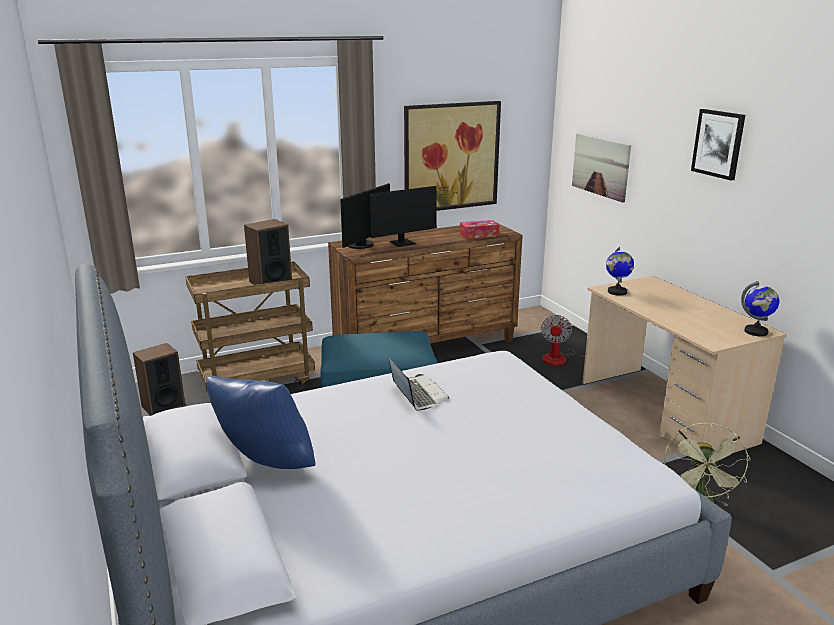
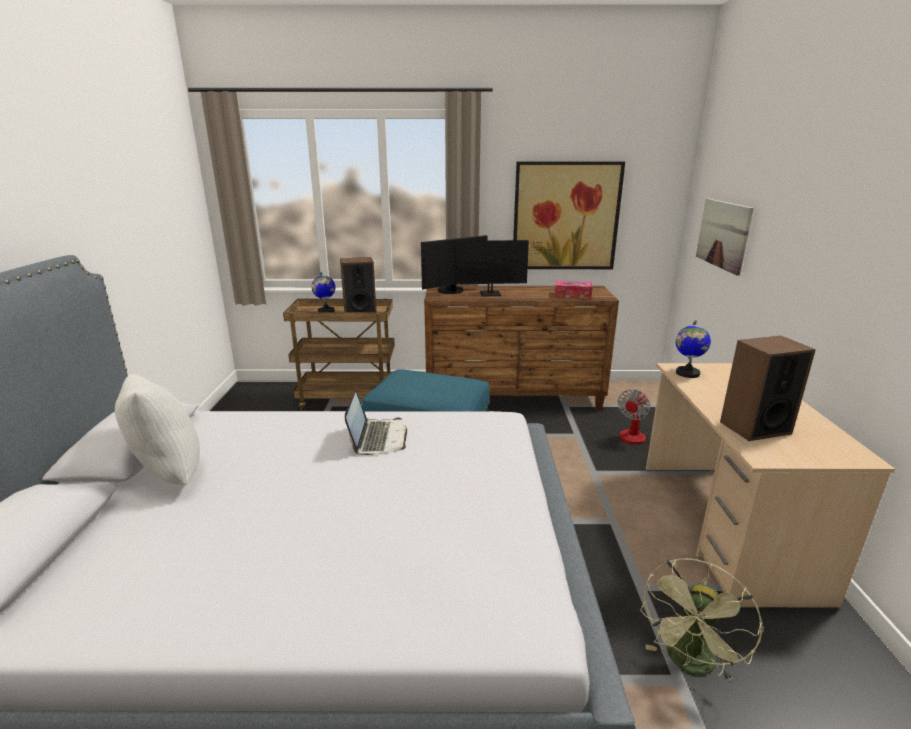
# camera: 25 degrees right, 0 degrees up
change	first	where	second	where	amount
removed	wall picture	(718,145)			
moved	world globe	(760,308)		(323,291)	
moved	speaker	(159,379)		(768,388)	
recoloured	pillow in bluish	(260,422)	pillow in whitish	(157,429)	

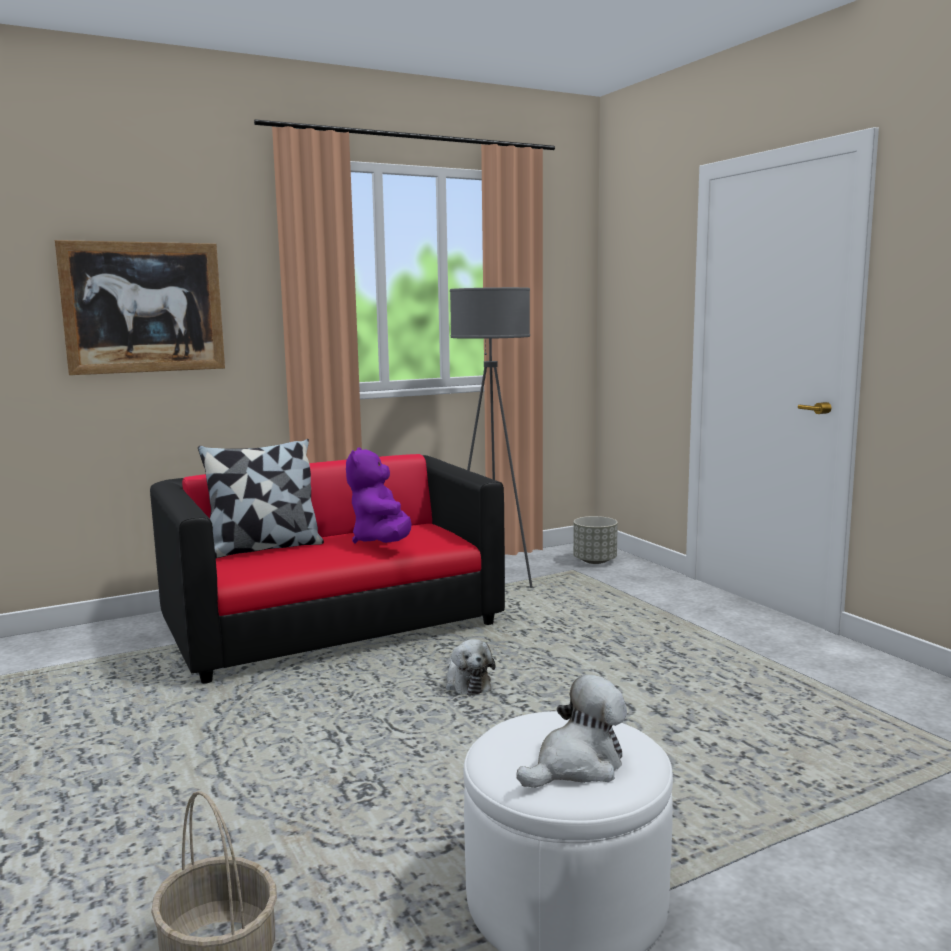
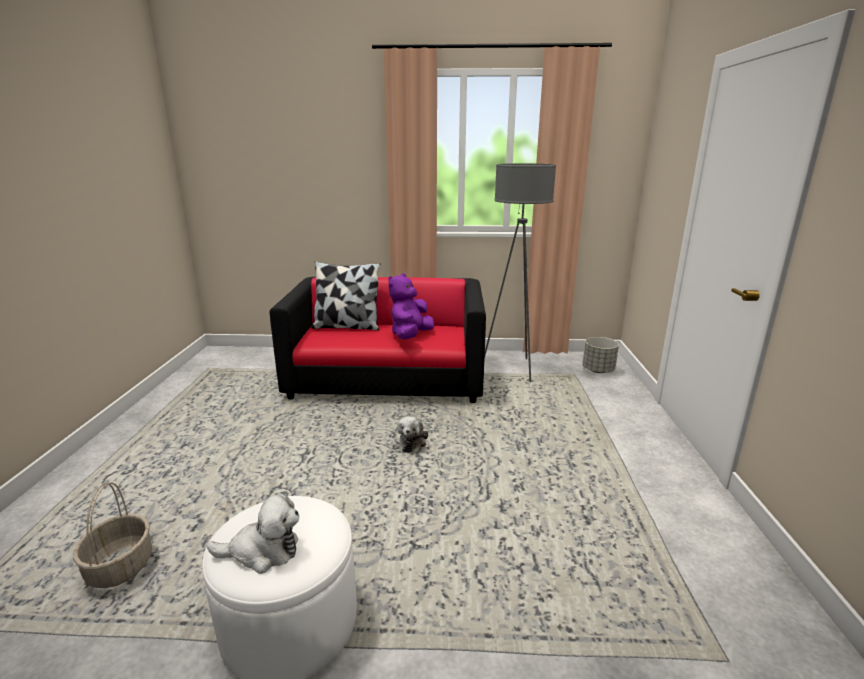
# camera: 30 degrees right, 10 degrees up
change	first	where	second	where	amount
removed	wall picture	(140,307)			

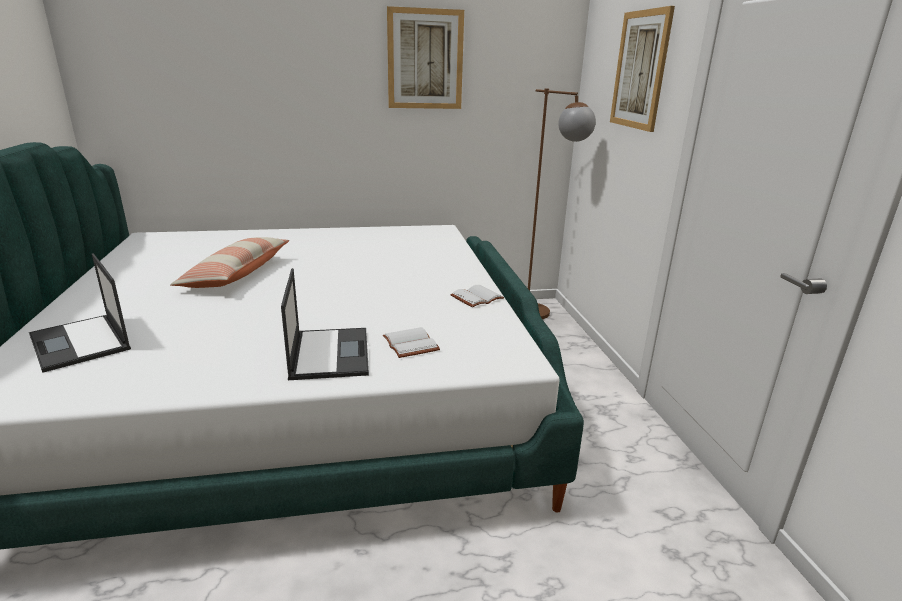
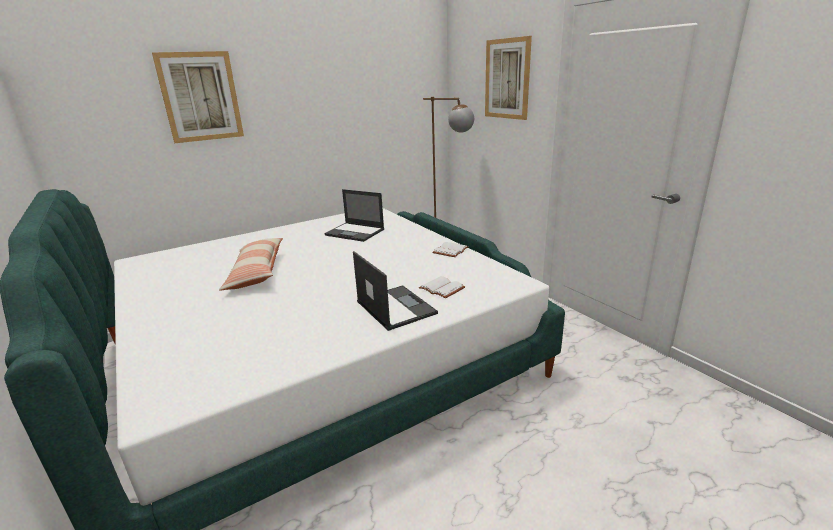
# camera: 20 degrees left, 0 degrees up
change	first	where	second	where	amount
moved	wall picture	(425,57)		(198,97)	
moved	notebook computer	(80,313)		(354,215)	

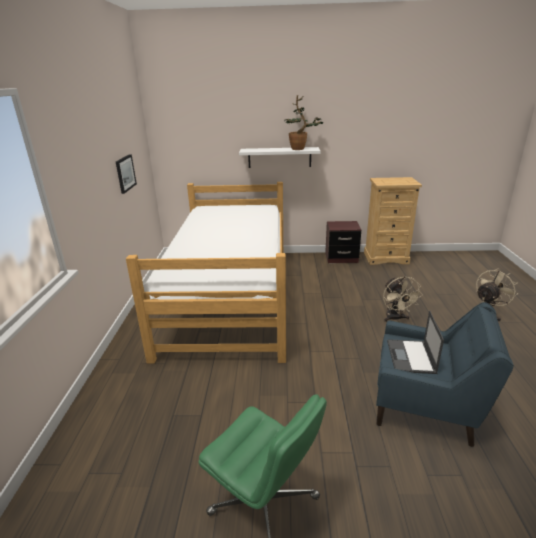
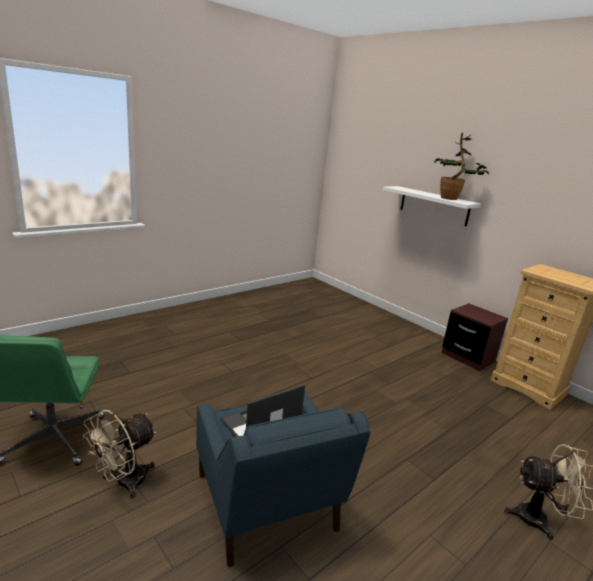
# camera: 45 degrees right, 5 degrees down
change	first	where	second	where	amount
removed	wall picture	(126,174)			
removed	bedroom bed	(206,273)			
moved	electric fan in beige	(403,299)		(119,454)	

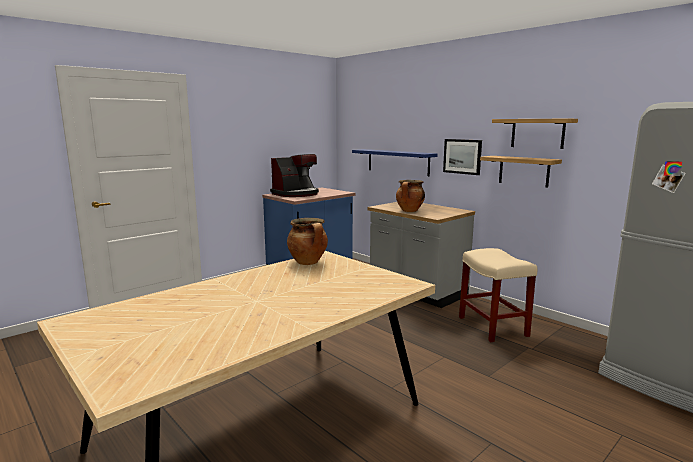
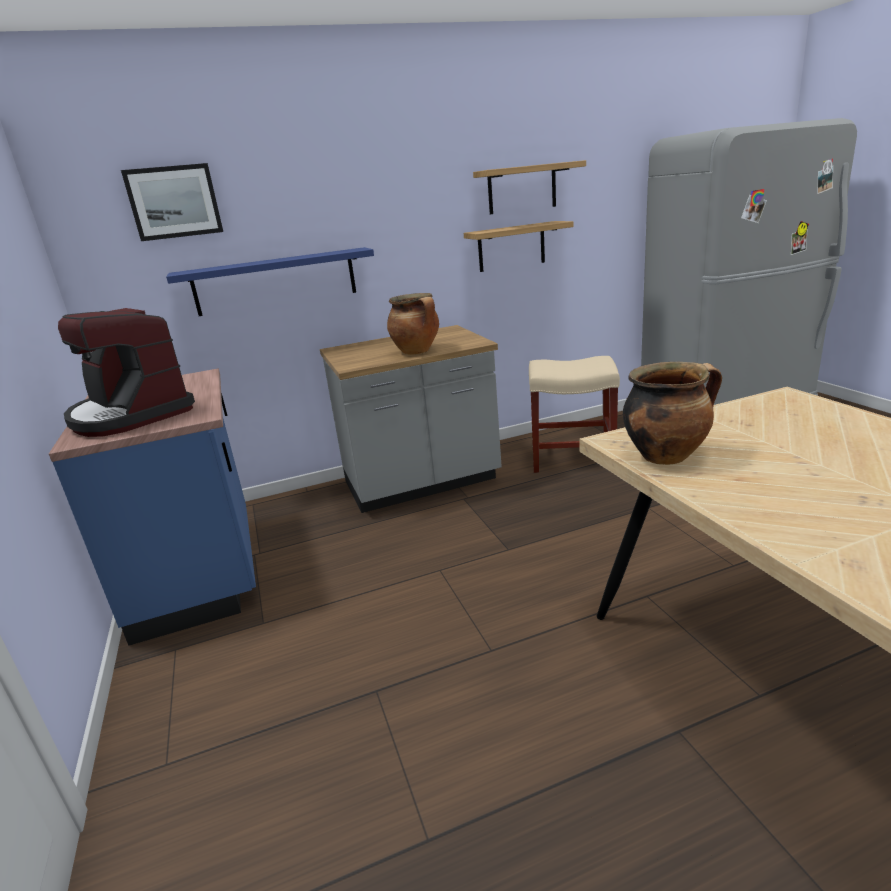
# camera: 65 degrees left, 10 degrees up
change	first	where	second	where	amount
moved	wall picture	(462,157)		(172,202)	
turned	coffee brewer	(294,175)		(126,372)	150 degrees clockwise

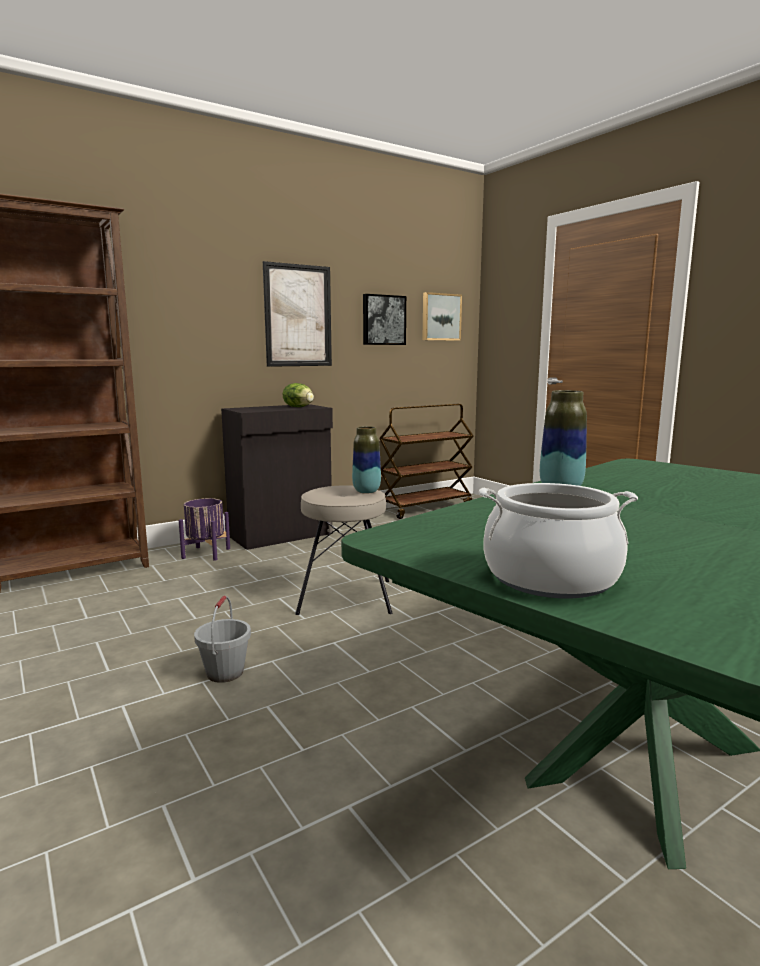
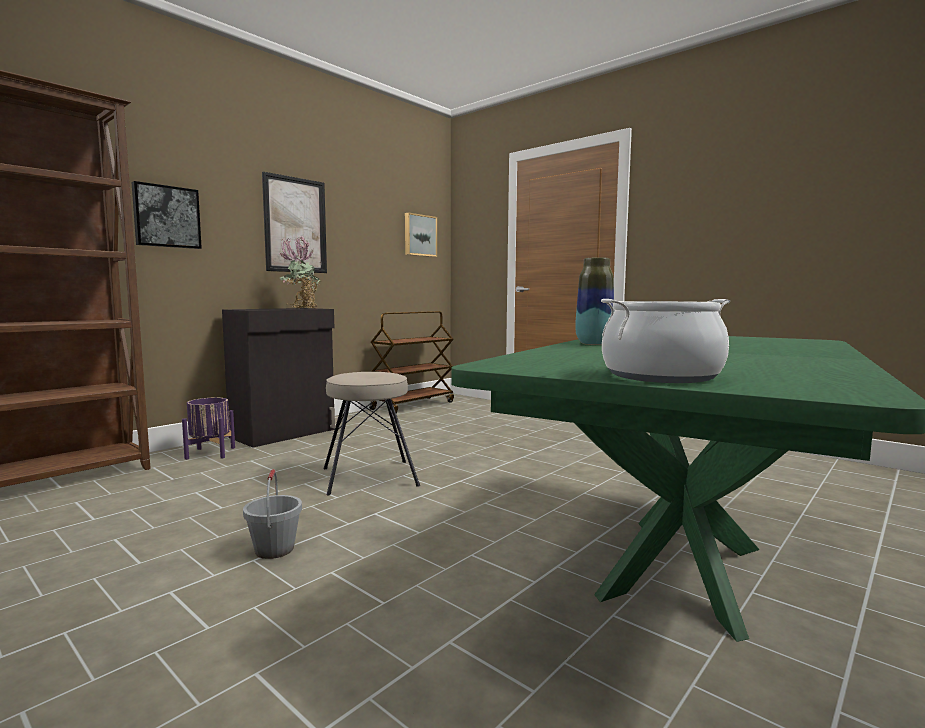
# camera: 15 degrees left, 5 degrees down
change	first	where	second	where	amount
moved	wall picture	(384,319)		(167,215)	
replaced	lettuce	(298,395)	houseplant	(300,272)	
removed	vase	(366,459)			

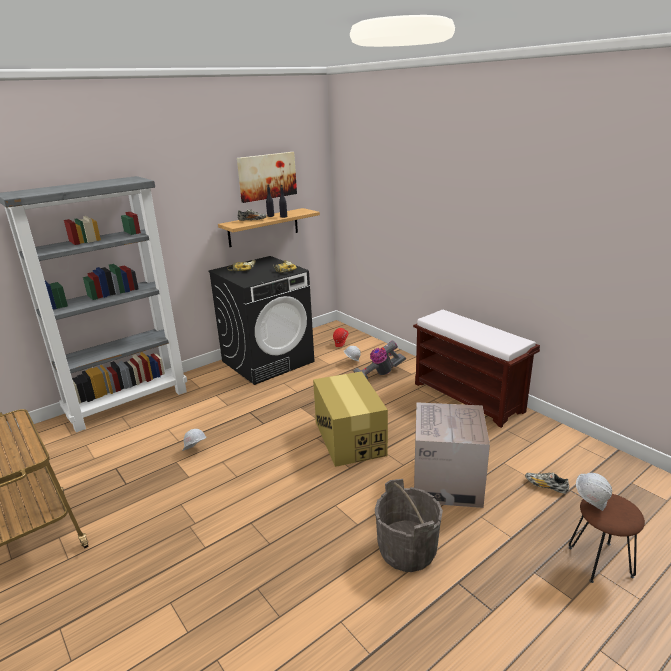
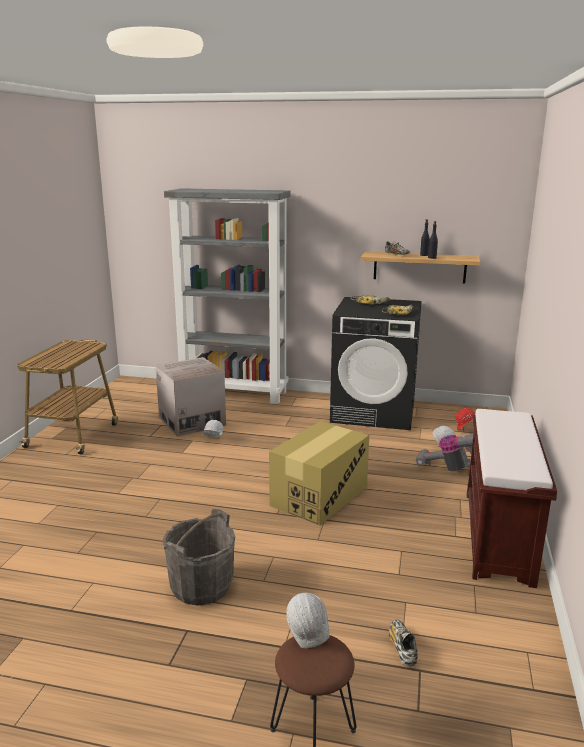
# camera: 50 degrees right, 5 degrees down
change	first	where	second	where	amount
removed	wall picture	(267,177)			
moved	packing box	(452,455)		(190,397)	

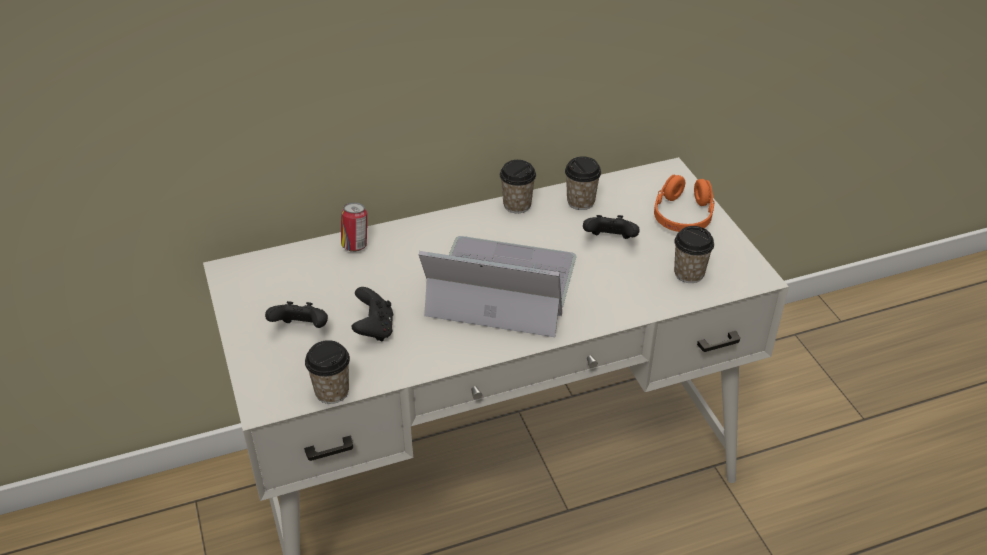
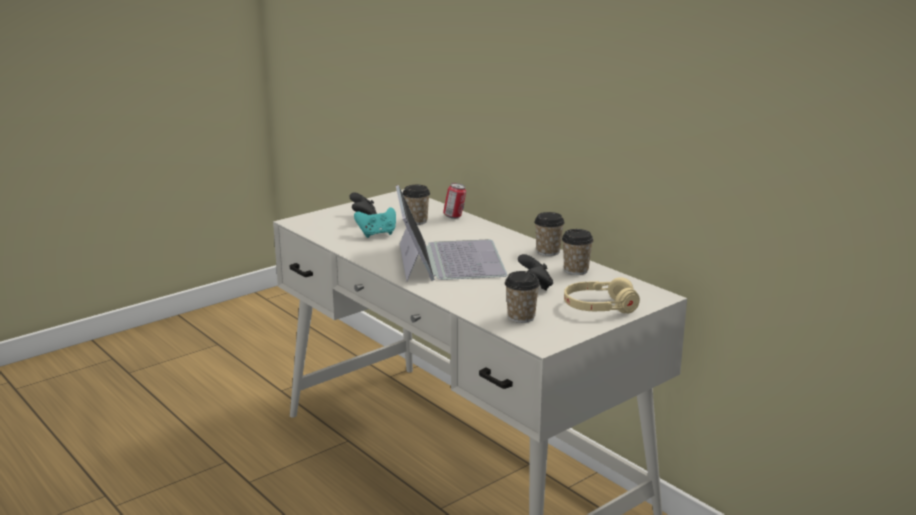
# camera: 70 degrees right, 20 degrees down
change	first	where	second	where	amount
recoloured	headset in orange-coloured	(684,203)	headset in beige	(602,295)	
recoloured	game controller in black	(372,314)	game controller in turquoise	(375,222)	
moved	cup	(327,372)		(416,205)	

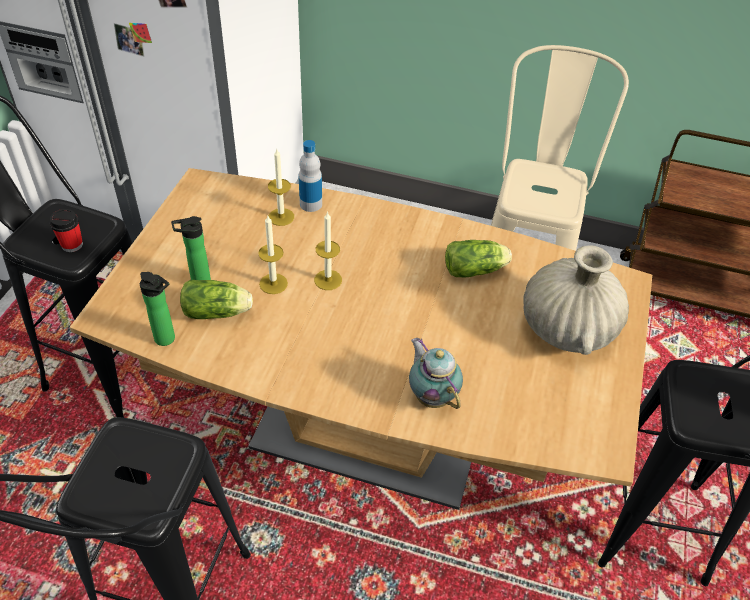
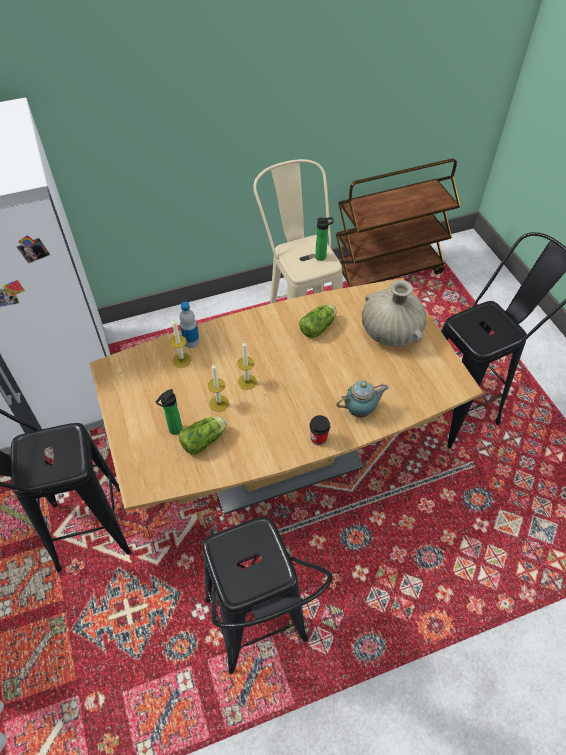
# camera: 35 degrees left, 5 degrees up
change	first	where	second	where	amount
moved	cup	(66,230)		(319,430)	
moved	beverage bottle	(157,309)		(324,239)	
turned	tea pot	(436,373)		(362,399)	135 degrees clockwise

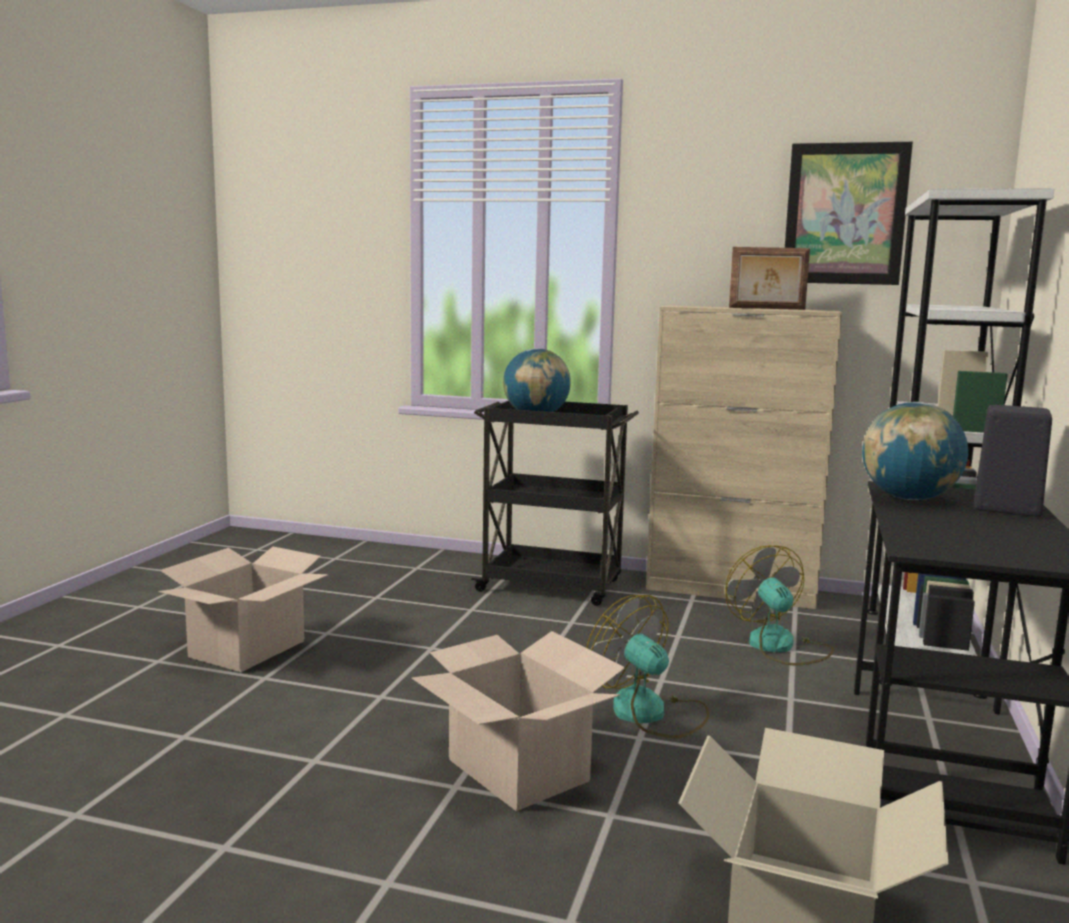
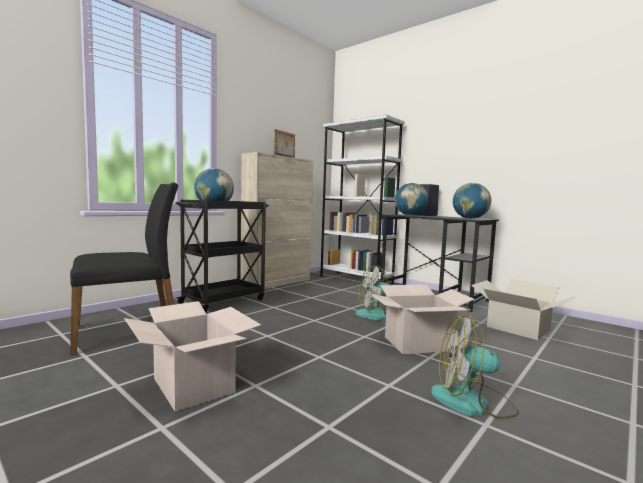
# camera: 65 degrees left, 5 degrees down
change	first	where	second	where	amount
removed	wall picture	(849,213)			
moved	electric fan	(779,605)		(475,367)	
added			chair in black	(124,269)	
added			world globe	(472,201)	

